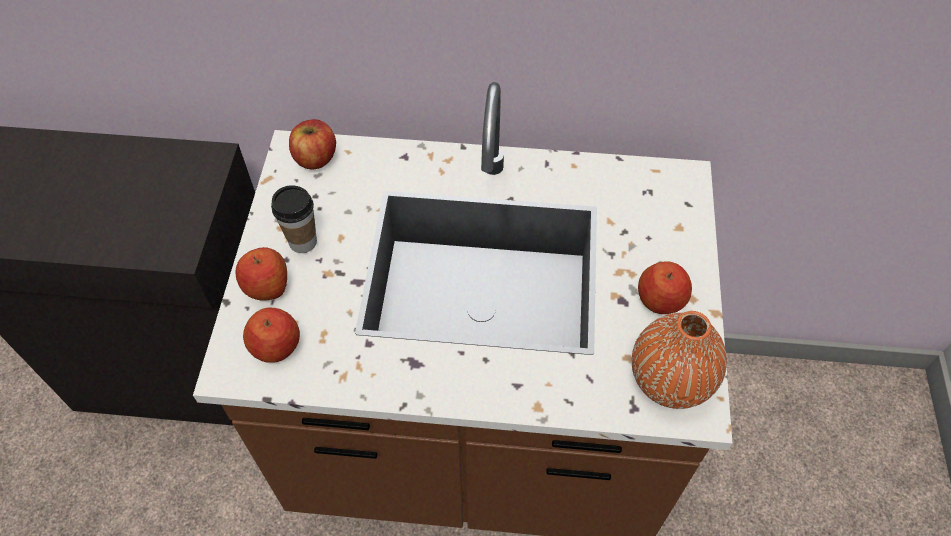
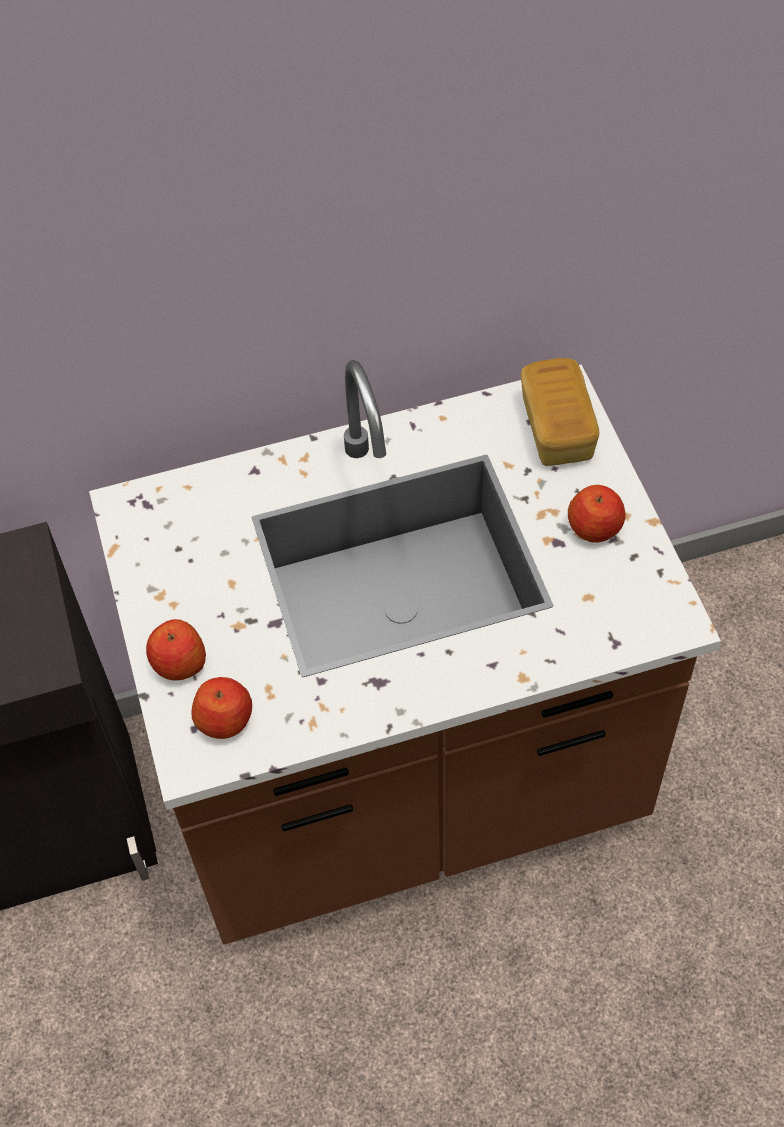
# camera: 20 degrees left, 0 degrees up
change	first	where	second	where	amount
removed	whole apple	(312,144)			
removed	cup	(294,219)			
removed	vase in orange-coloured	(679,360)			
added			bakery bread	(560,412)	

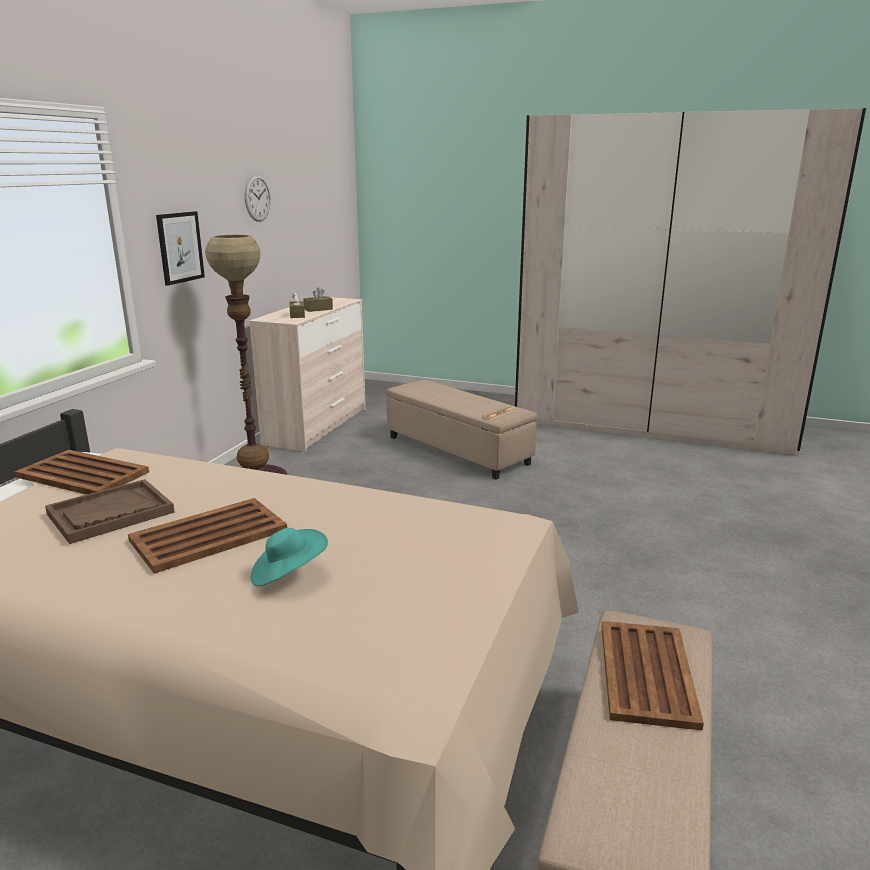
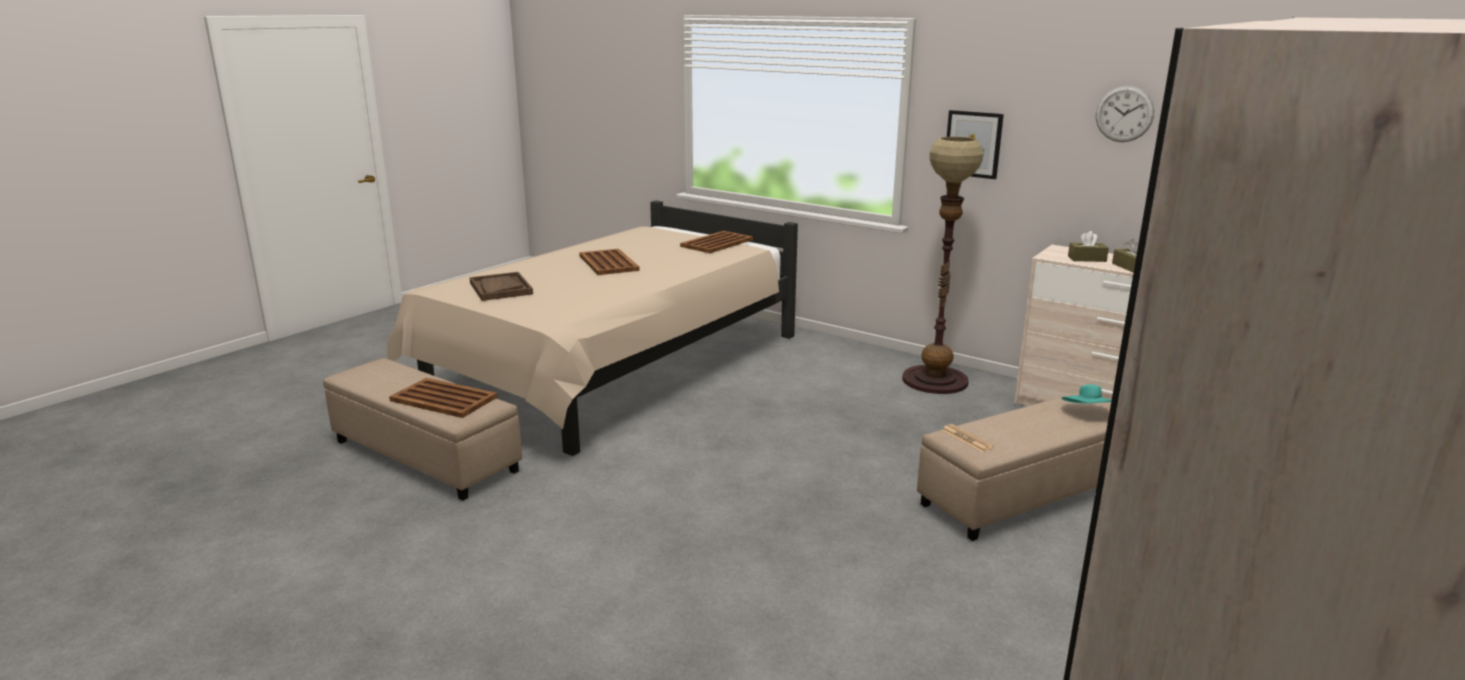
# camera: 105 degrees right, 0 degrees up
change	first	where	second	where	amount
moved	tray in brown-coloured	(109,511)		(501,286)	
moved	clothing hat in turquoise	(289,557)		(1086,394)	

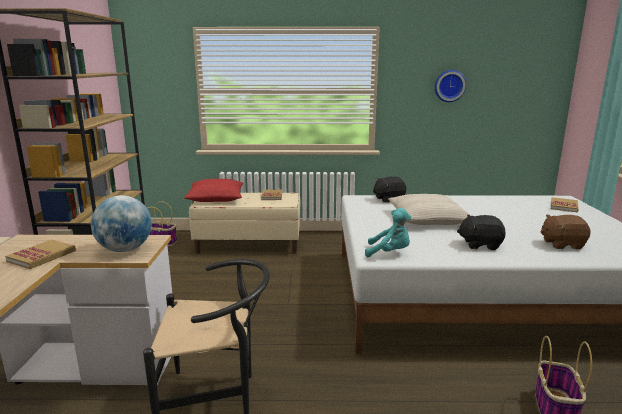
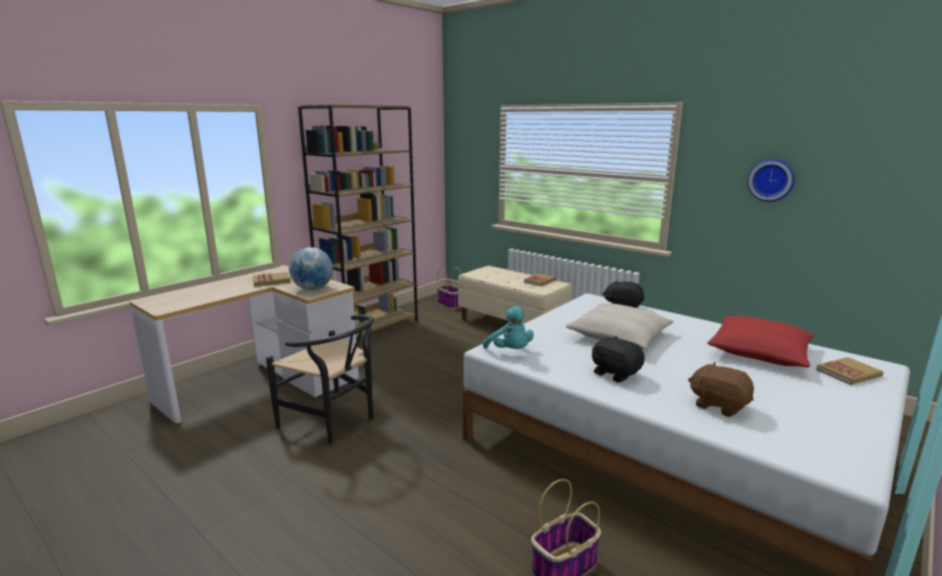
# camera: 40 degrees right, 0 degrees up
change	first	where	second	where	amount
moved	pillow in red	(213,190)		(760,341)	

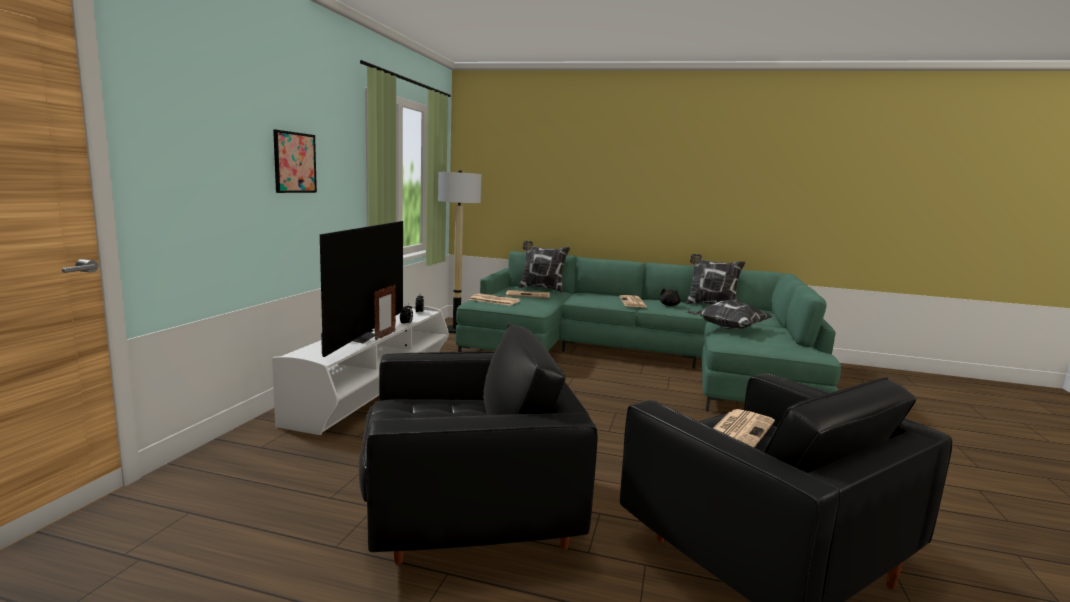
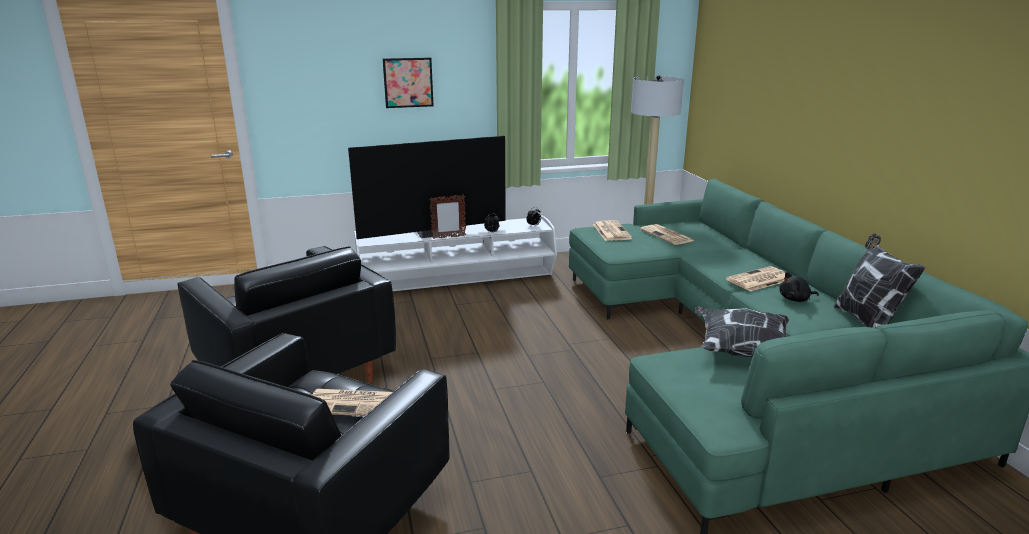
# camera: 60 degrees right, 10 degrees up
change	first	where	second	where	amount
removed	pillow	(544,267)			

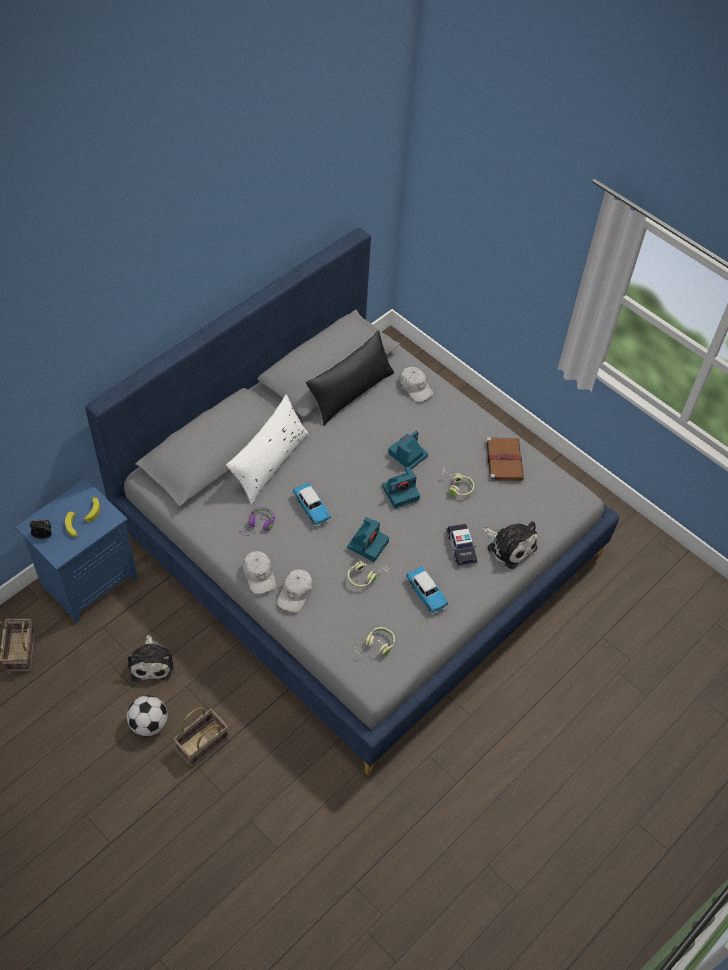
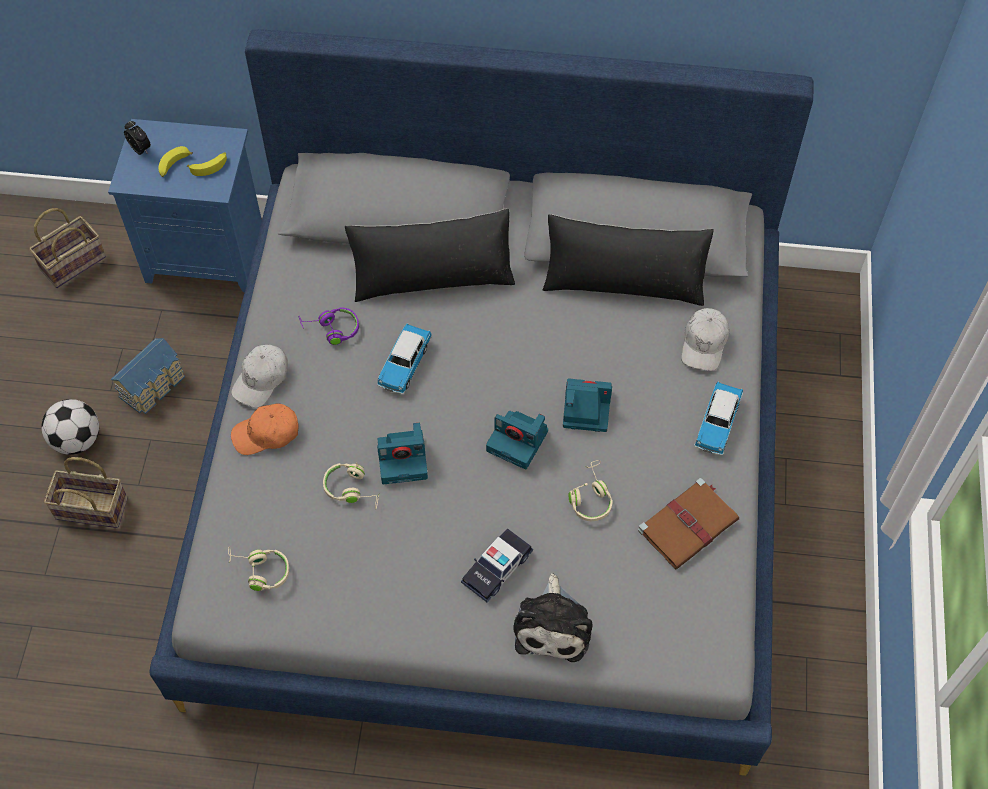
# camera: 55 degrees right, 5 degrees up
change	first	where	second	where	amount
recoloured	pillow in whitish	(267,450)	pillow in black	(430,255)	
moved	toy car	(427,590)		(718,418)	
recoloured	peaked cap in whitish	(295,591)	peaked cap in orange-coloured	(265,429)	
replaced	cuddly toy	(151,658)	miniature house	(148,376)	

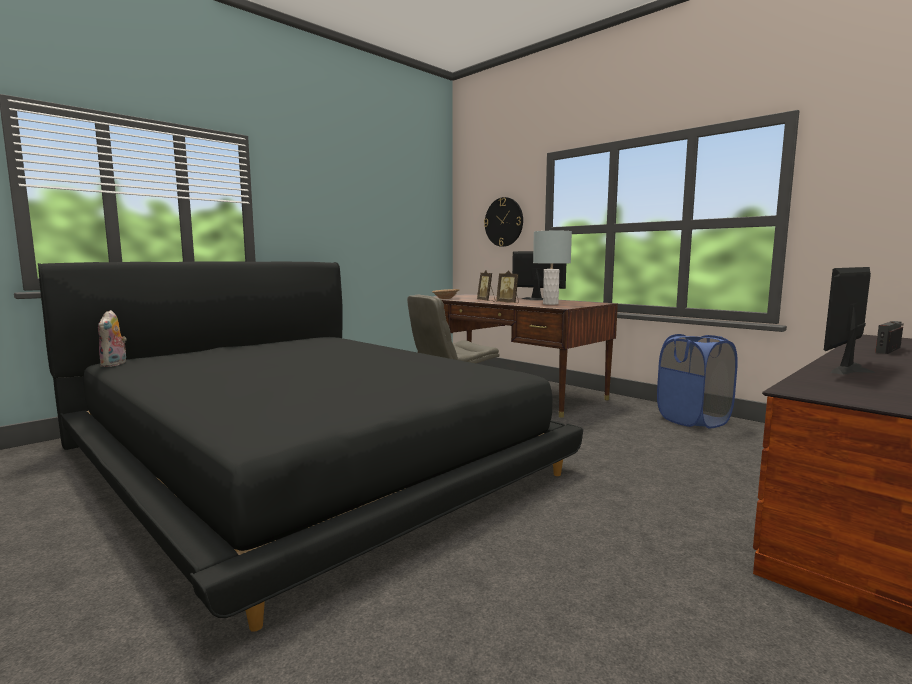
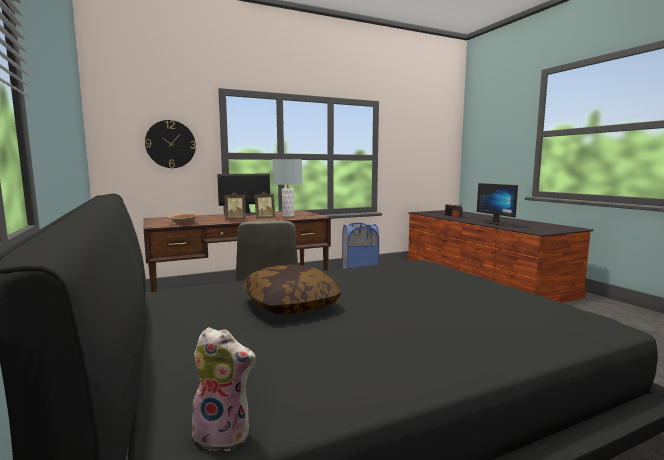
# camera: 70 degrees left, 0 degrees up
change	first	where	second	where	amount
added			pillow	(292,289)	

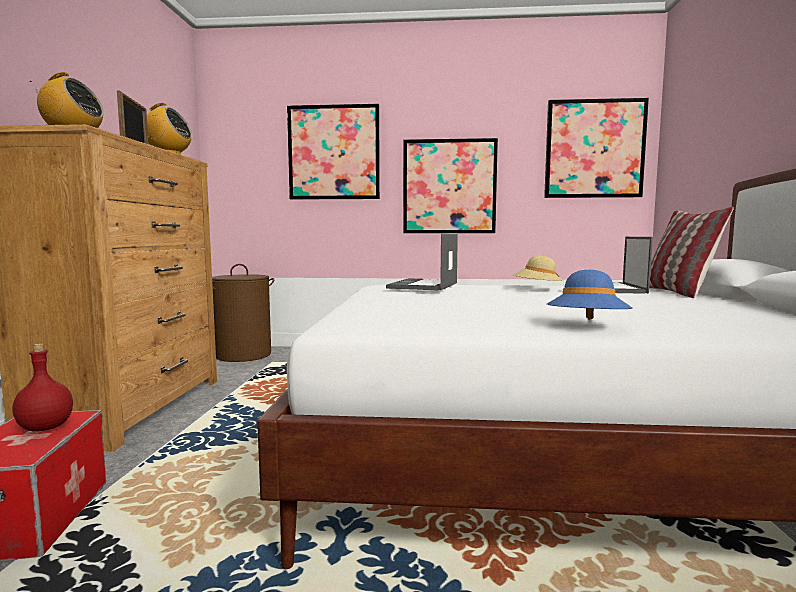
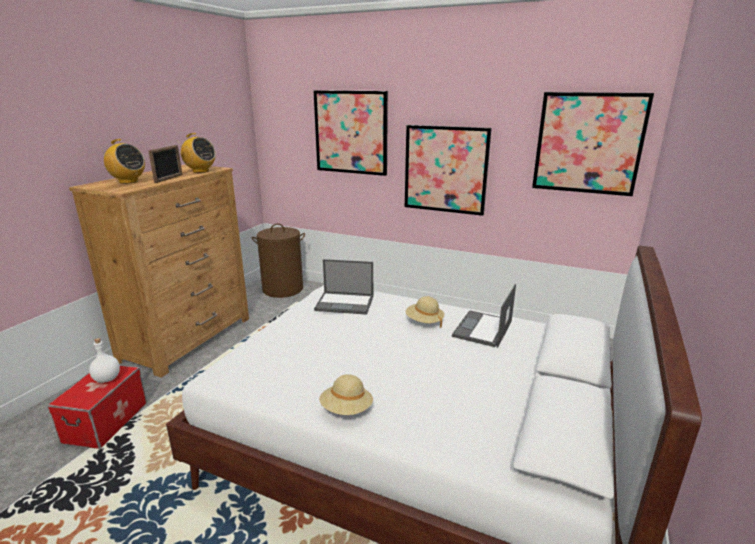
# camera: 20 degrees right, 15 degrees up
change	first	where	second	where	amount
removed	pillow	(691,252)			
turned	notebook computer	(422,262)		(343,287)	120 degrees counterclockwise
recoloured	clothing hat in bluish	(589,295)	clothing hat in beige	(346,394)	
recoloured	beverage bottle in red	(42,388)	beverage bottle in whitish	(104,360)	

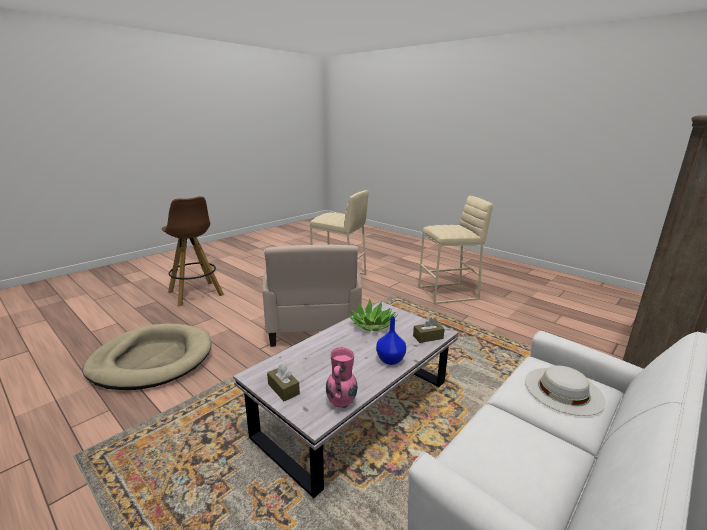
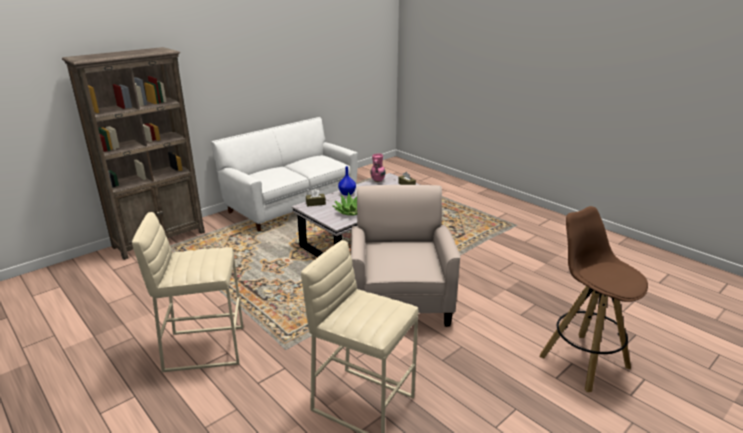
# camera: 175 degrees left, 5 degrees up
change	first	where	second	where	amount
removed	dog cushion in beige	(146,356)			
removed	clothing hat in whitish	(565,390)			

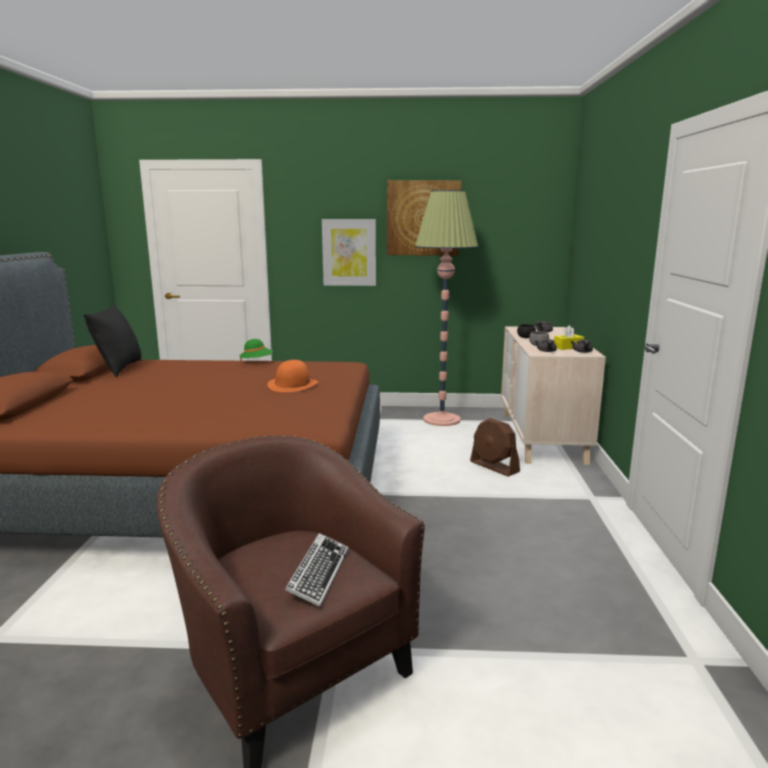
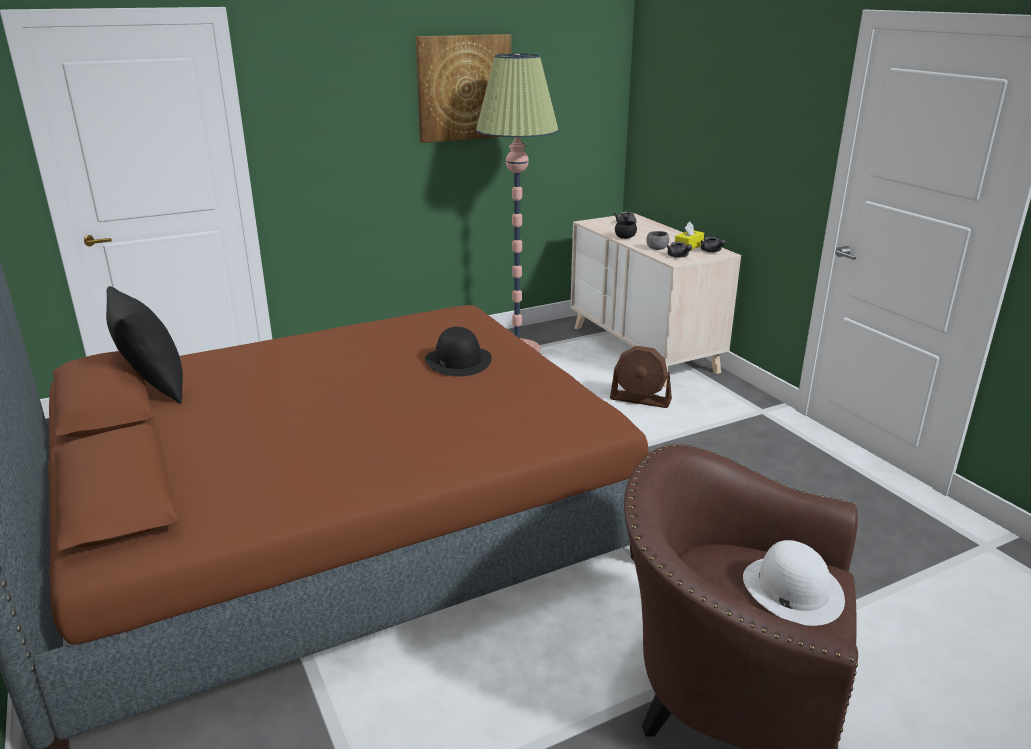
# camera: 30 degrees left, 10 degrees up
change	first	where	second	where	amount
removed	wall picture	(349,252)			
removed	clothing hat in green	(256,350)			
recoloured	clothing hat in orange-coloured	(292,376)	clothing hat in black	(458,352)	
replaced	PC keyboard	(316,570)	clothing hat in whitish	(794,583)	

